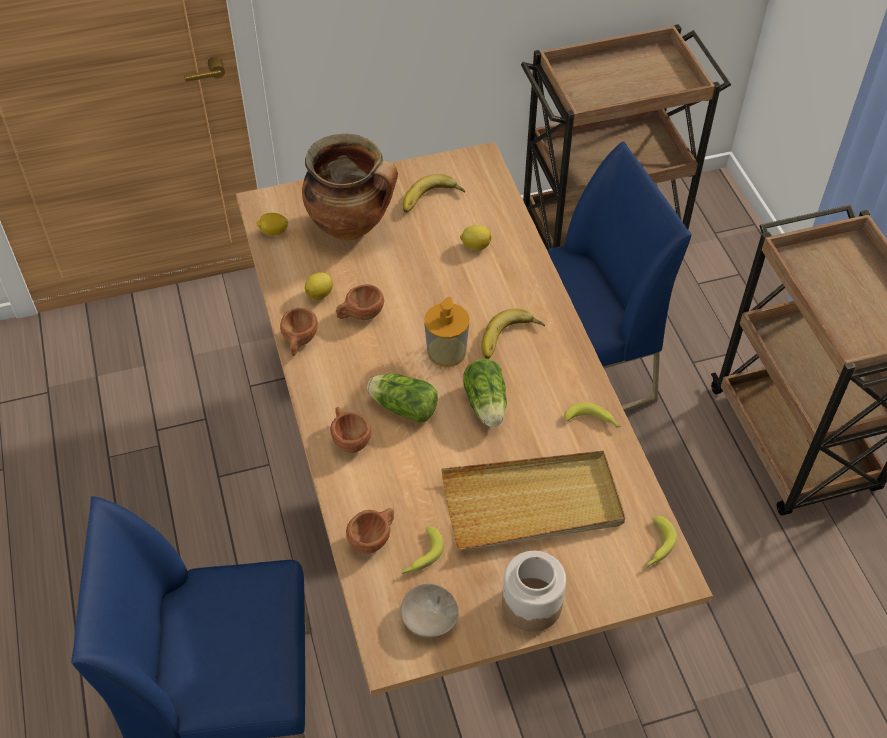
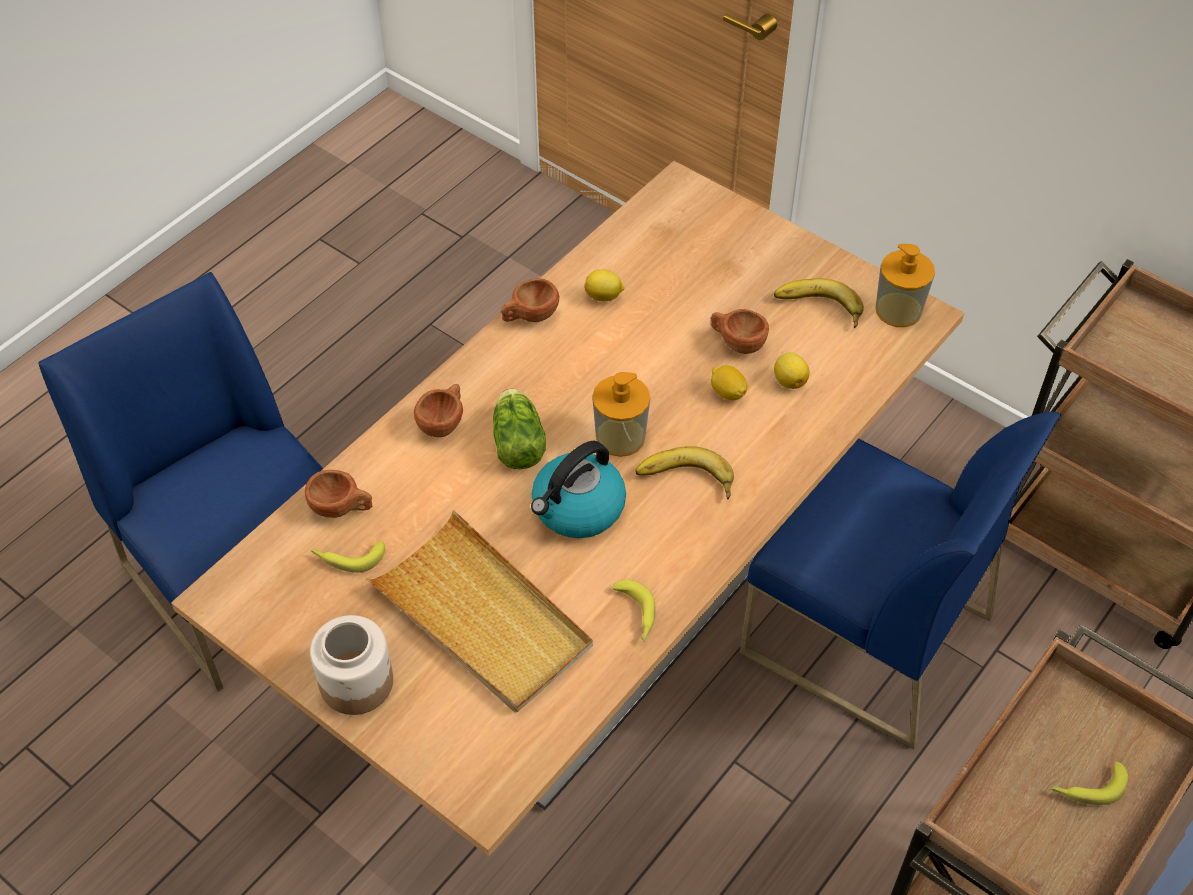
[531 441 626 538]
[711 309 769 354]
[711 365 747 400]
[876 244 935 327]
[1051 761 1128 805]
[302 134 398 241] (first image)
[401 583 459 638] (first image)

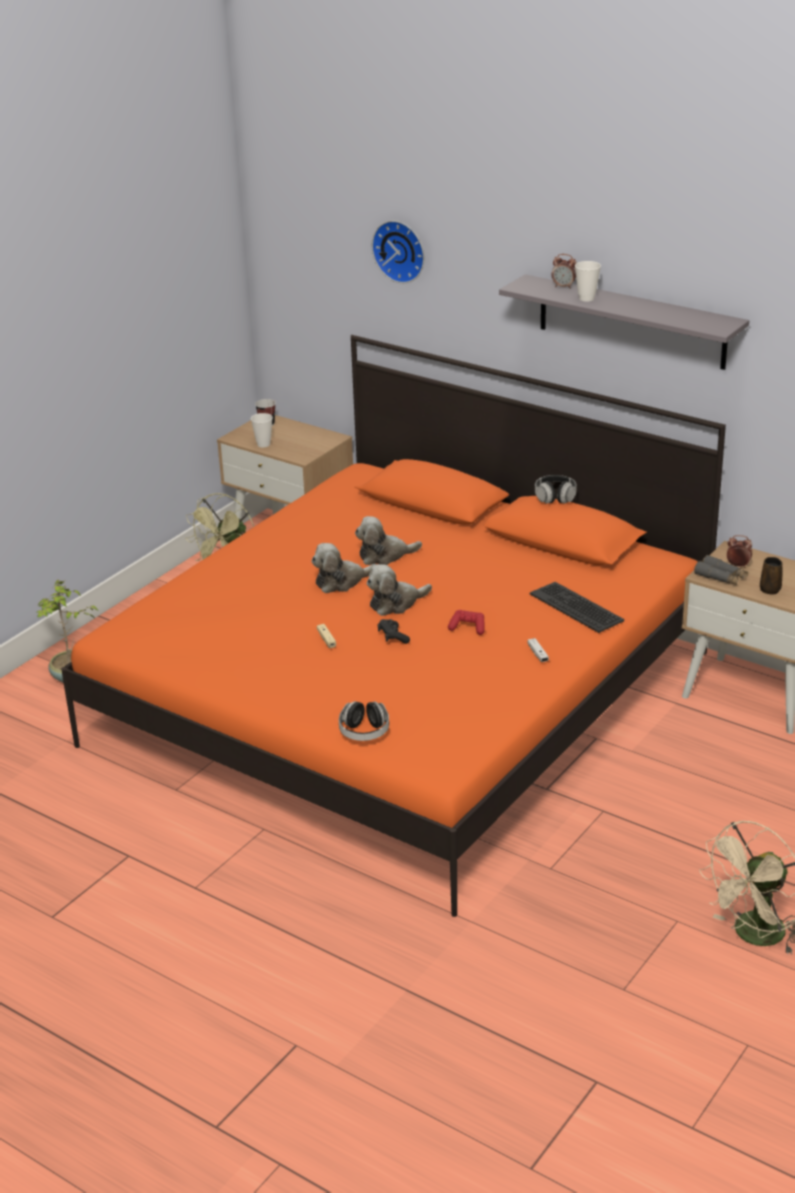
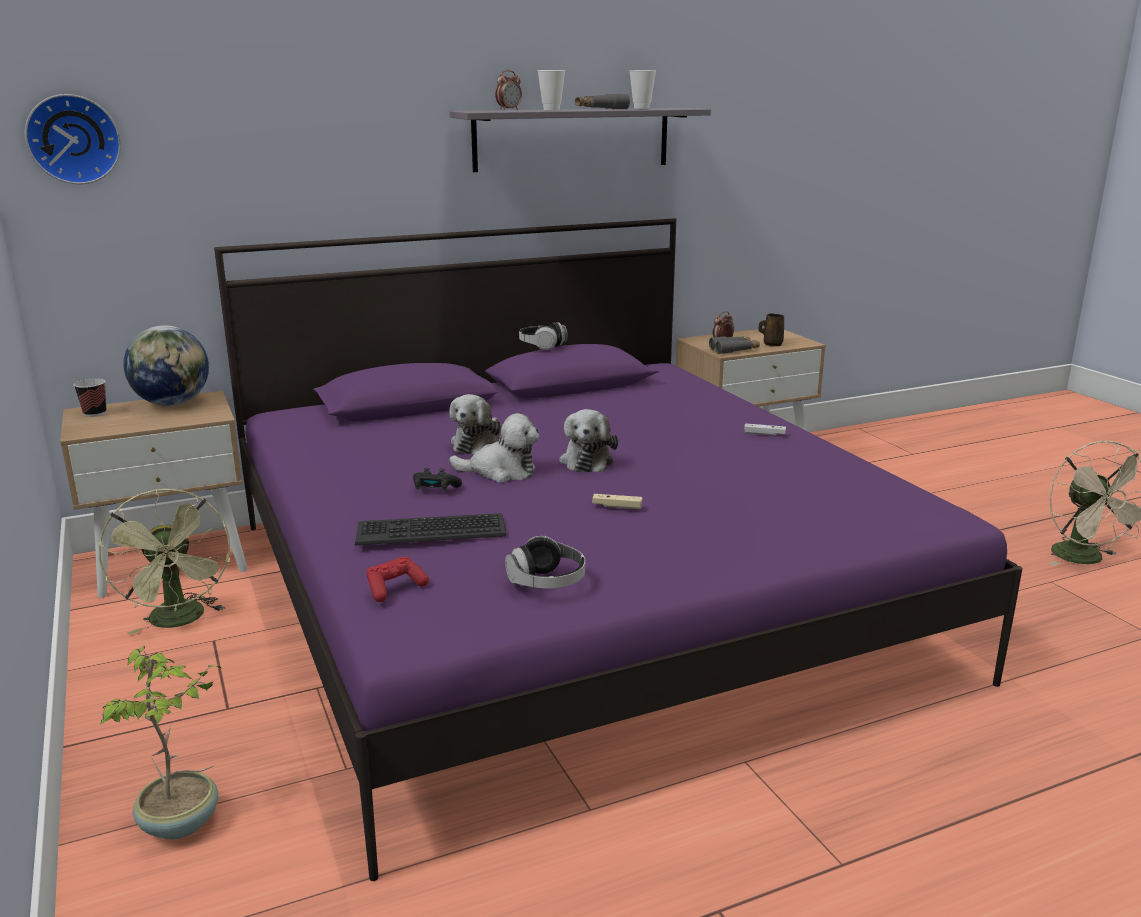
[25 94 121 184]
[123 325 209 406]
[214 218 1022 881]
[355 513 506 546]
[366 557 429 602]
[413 468 462 492]
[449 413 539 482]
[505 536 585 589]
[575 94 630 109]
[629 70 656 109]

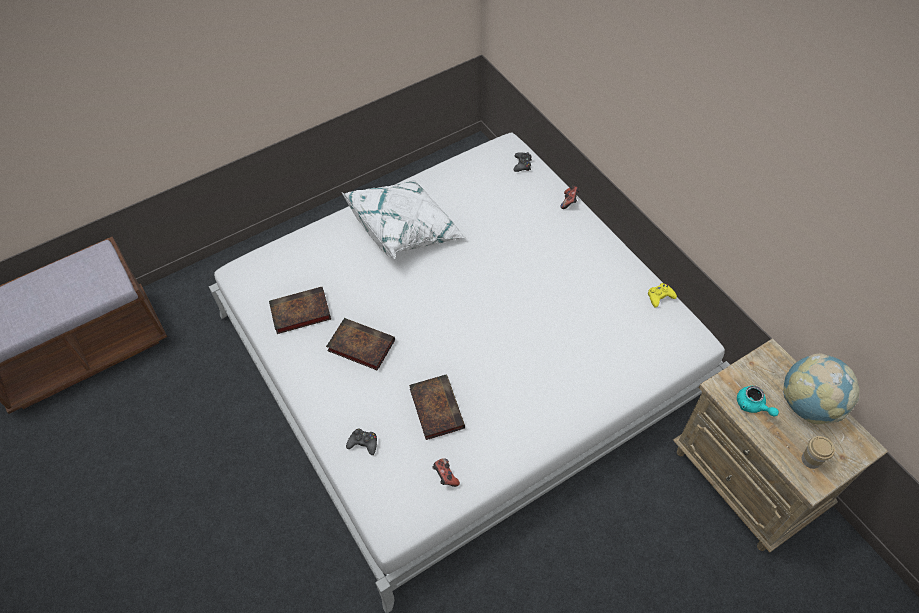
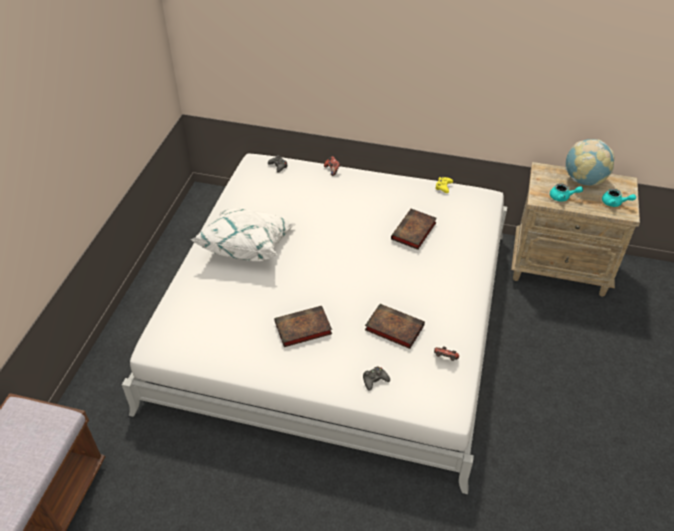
[391 209 437 250]
[602 189 636 207]

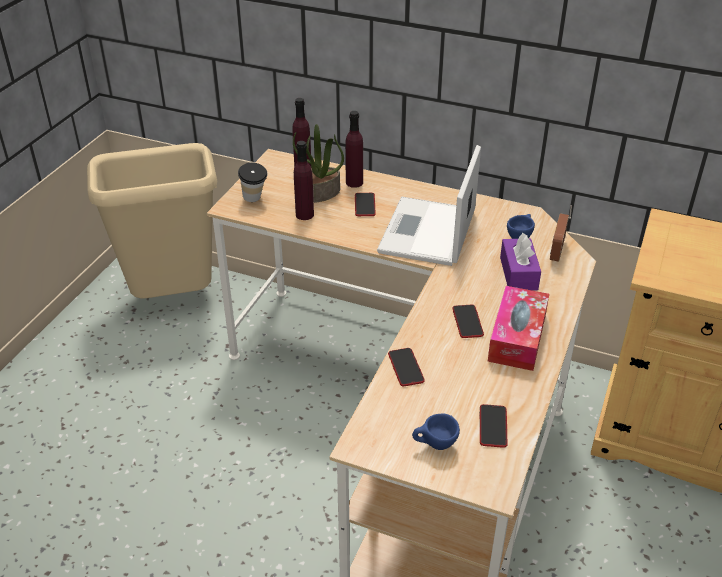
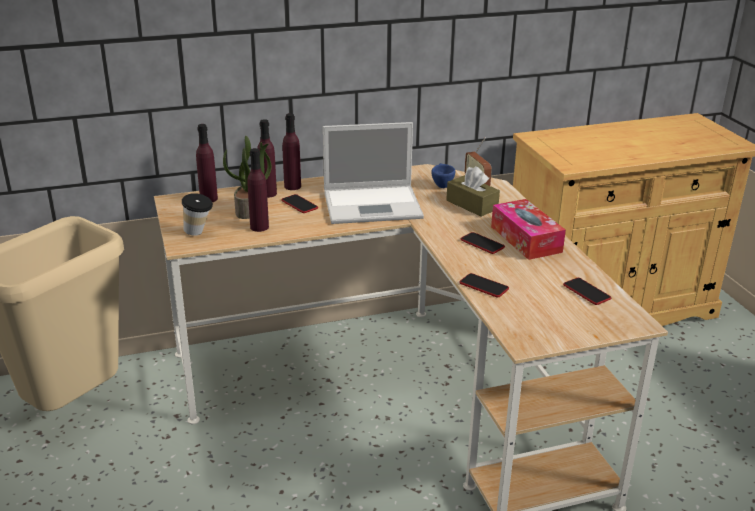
[283 113 301 190]
[323 122 424 224]
[446 166 500 216]
[412 413 460 450] (first image)

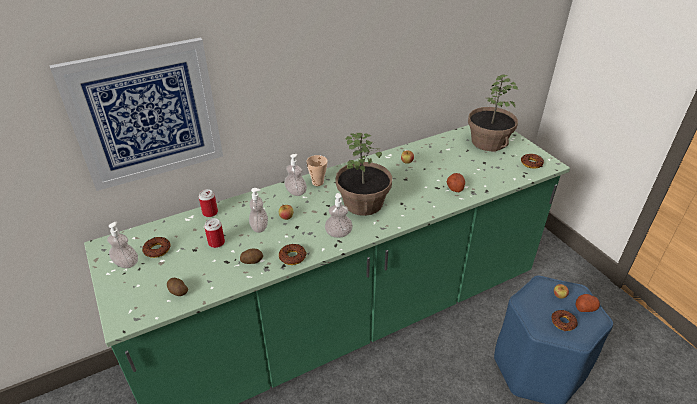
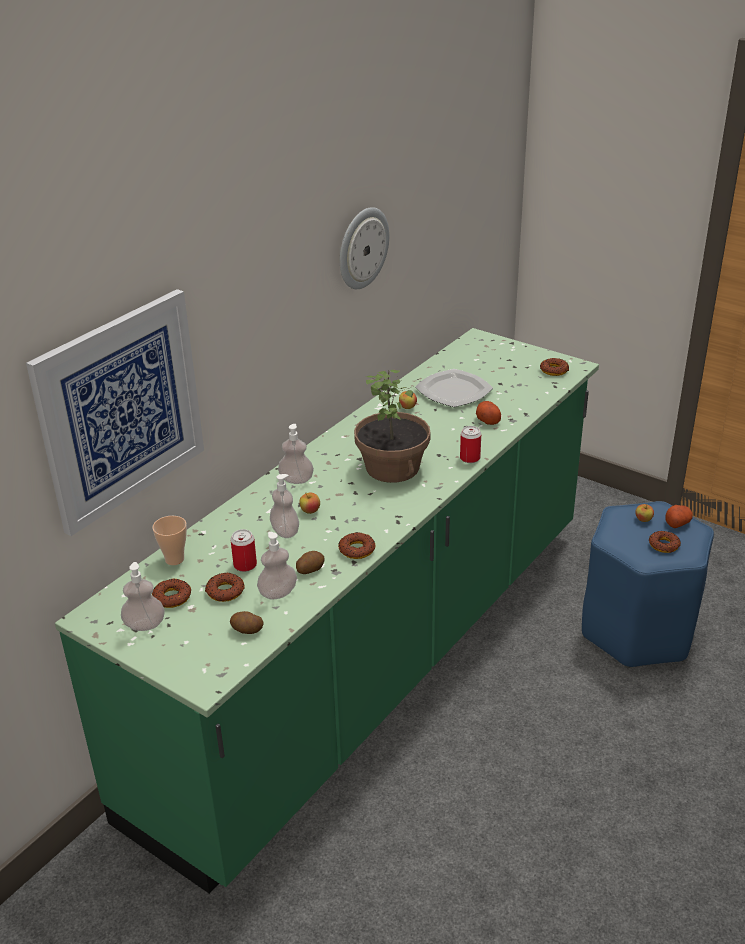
[152 516 187 565]
[205 573 244 602]
[257 532 297 600]
[340 207 389 289]
[415 369 493 407]
[460 426 481 463]
[468 74 518 151] (first image)

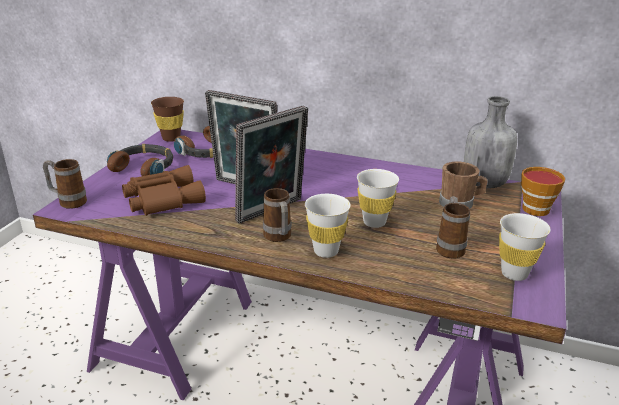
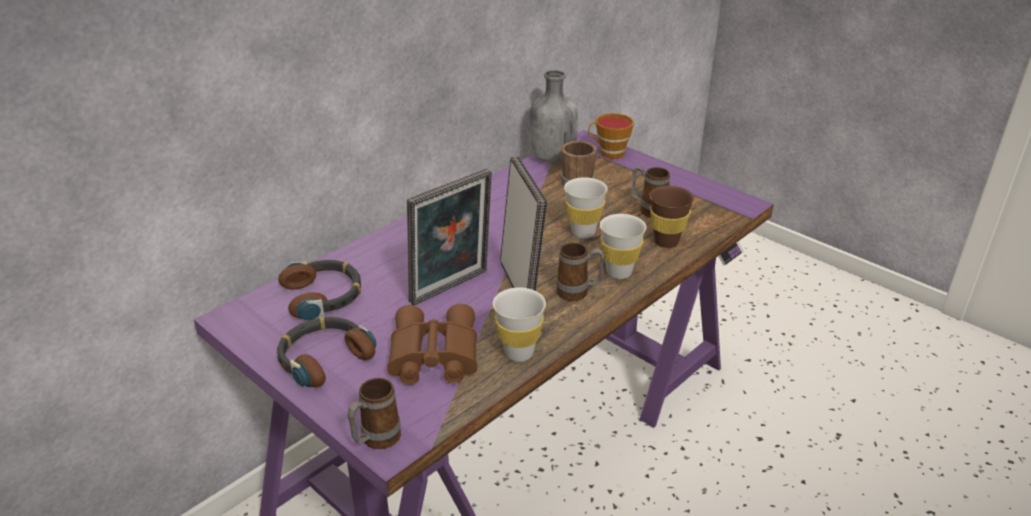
[493 288 546 362]
[650 186 694 248]

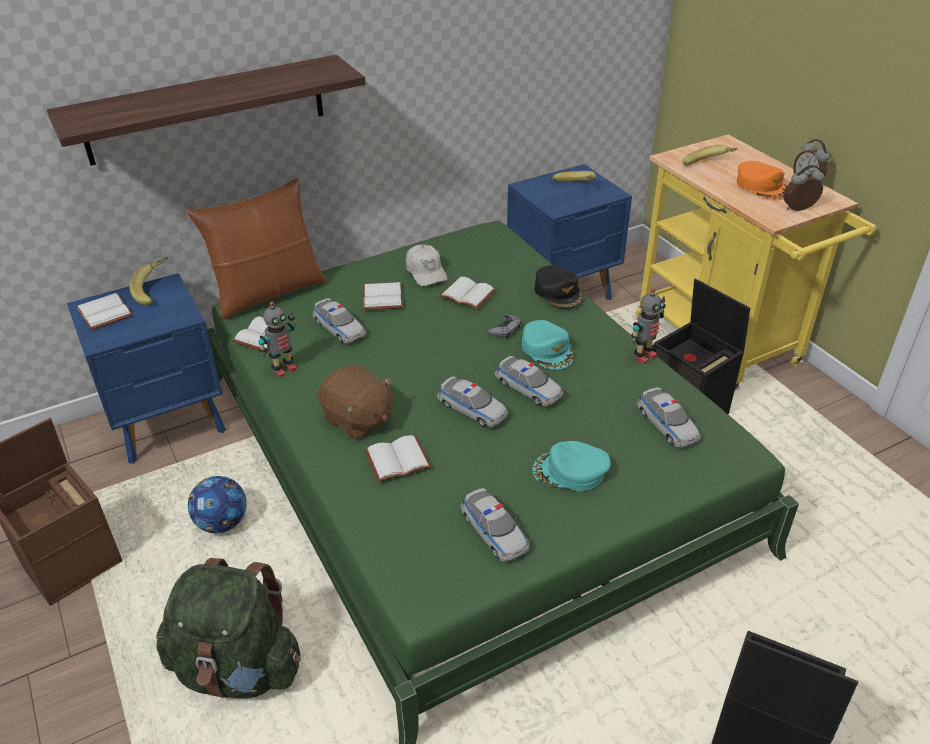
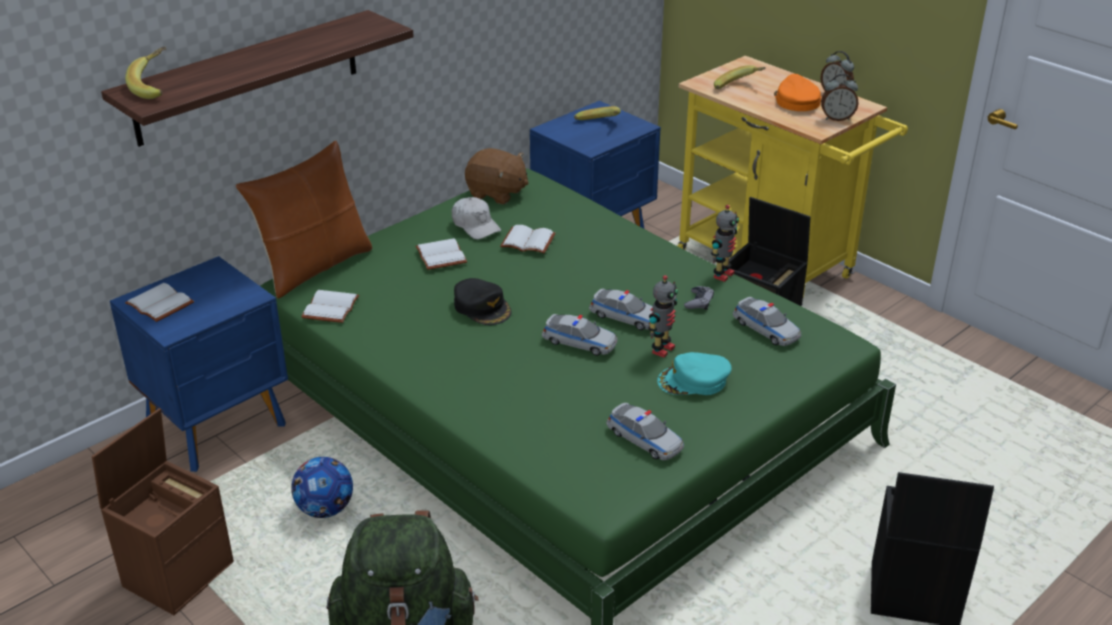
[125 46 166 99]
[454 278 512 325]
[465 148 529 205]
[648 275 678 358]
[684 286 714 310]
[774 74 821 111]
[821 74 858 121]
[312 298 366 343] (first image)
[364 435 431 482] (first image)
[522 320 575 370] (first image)

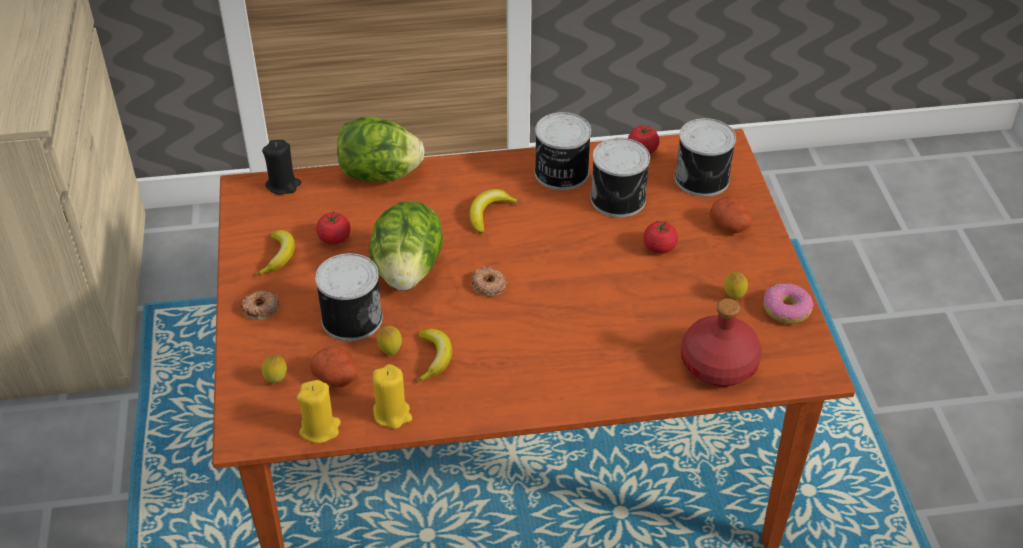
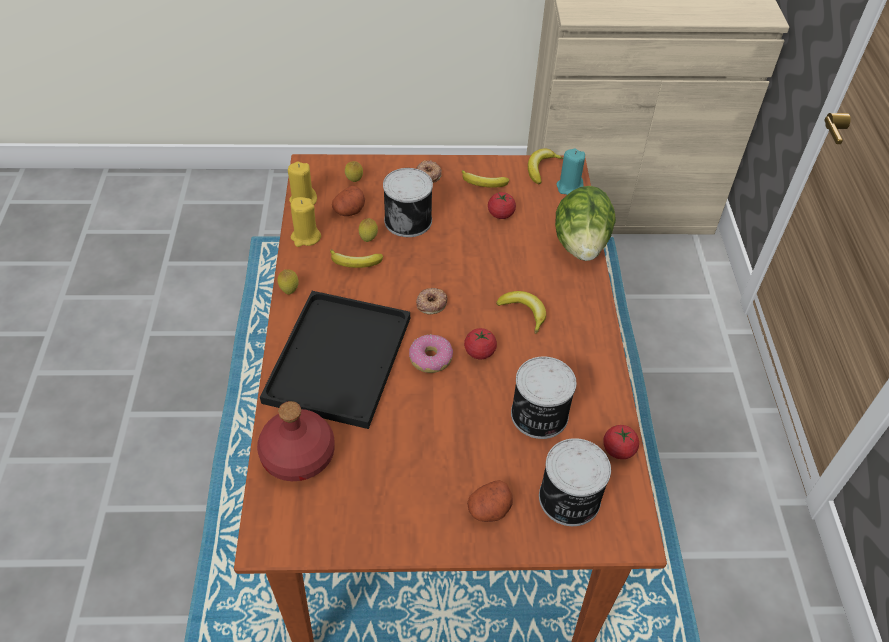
[260 291 410 429]
[277 269 299 295]
[409 335 453 373]
[464 328 497 359]
[528 148 564 185]
[556 148 585 195]
[369 201 443 291] (first image)
[535 112 591 190] (first image)

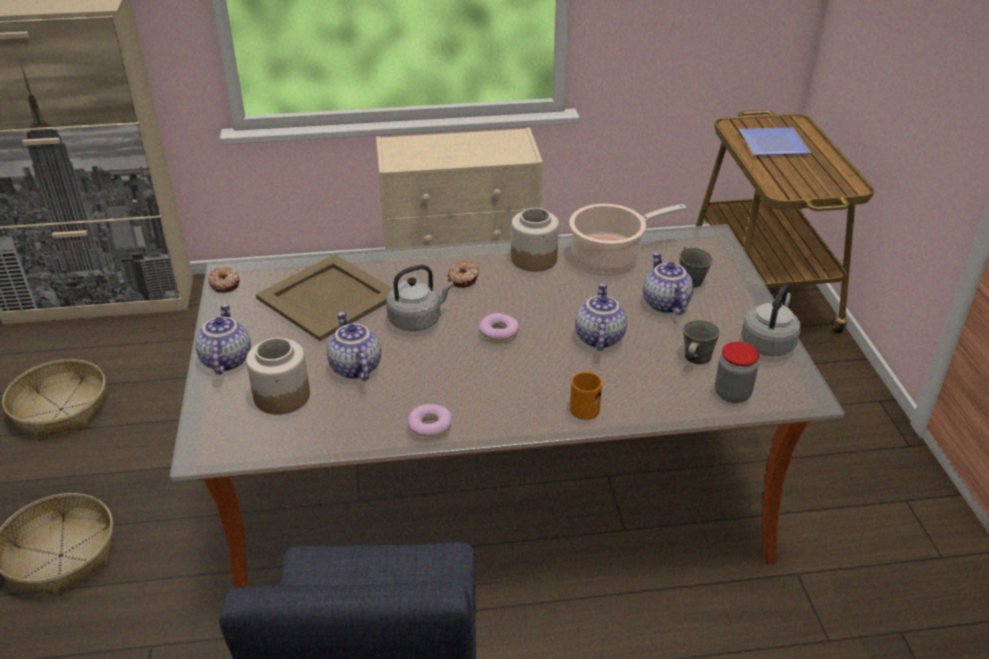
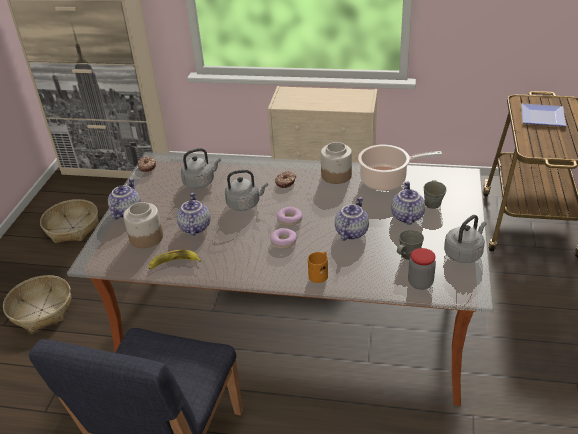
[149 250 201 269]
[181 148 221 189]
[270 228 297 249]

